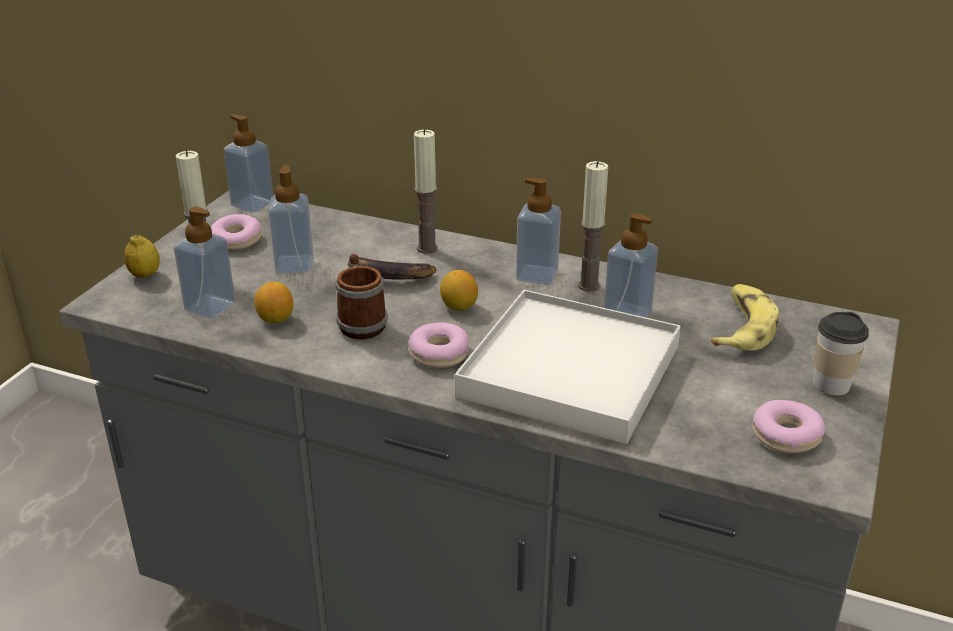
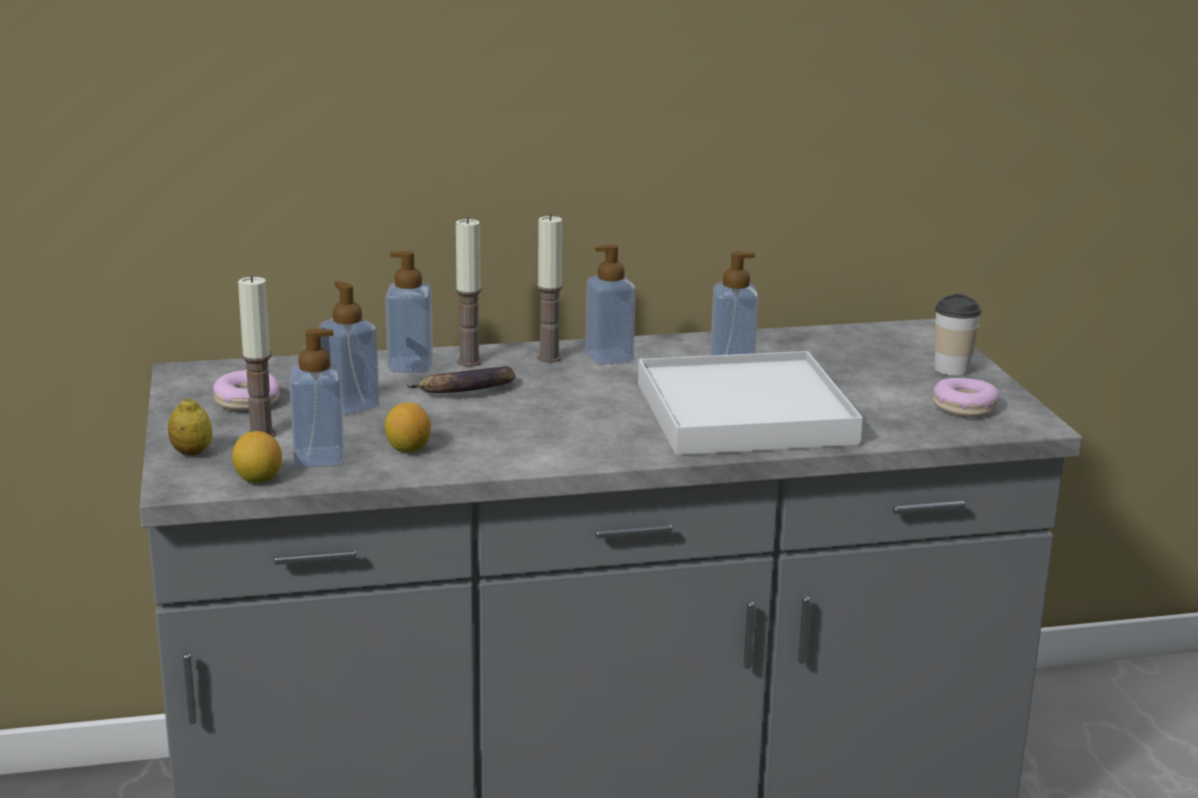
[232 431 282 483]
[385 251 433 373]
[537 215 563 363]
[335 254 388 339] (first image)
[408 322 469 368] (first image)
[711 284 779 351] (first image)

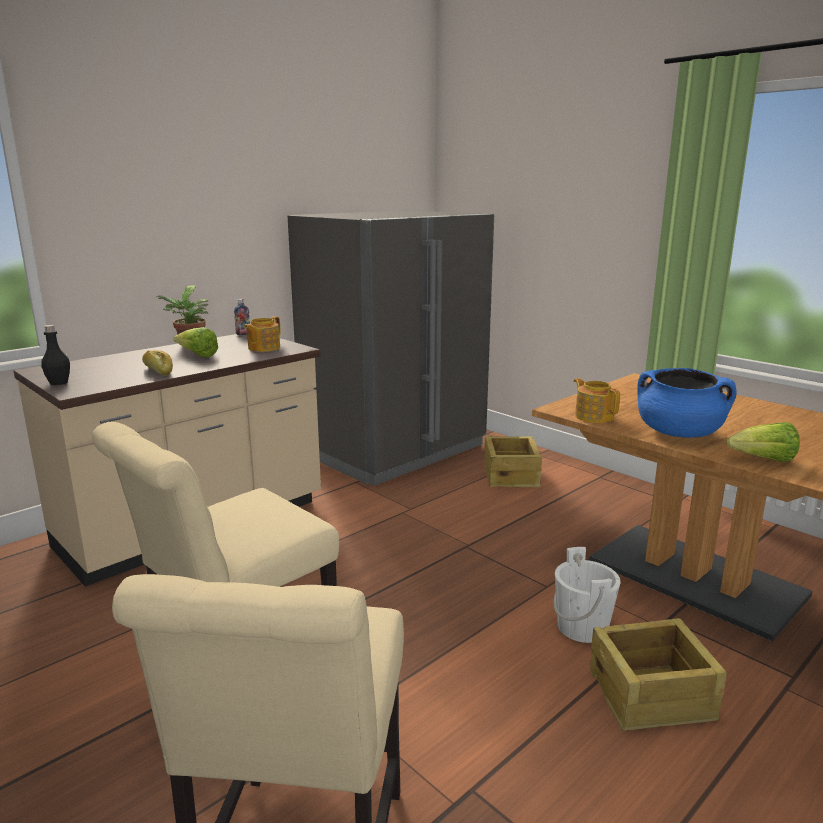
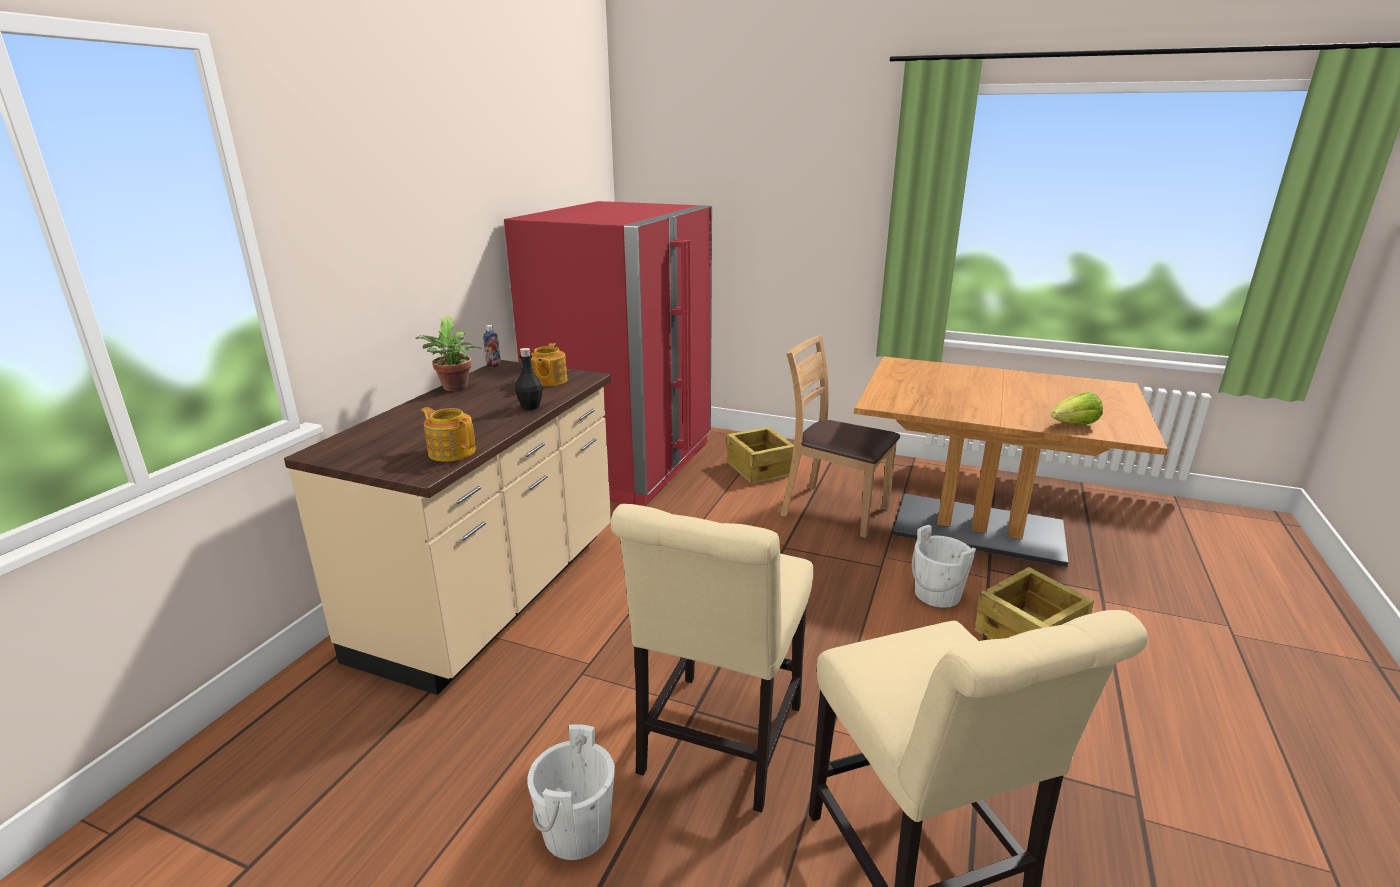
[421 407 476 462]
[504 201 712 506]
[515 348 542 410]
[527 724 615 860]
[781 335 900 538]
[142 350 173 375] (first image)
[173 327 218 357] (first image)
[637 368 737 438] (first image)

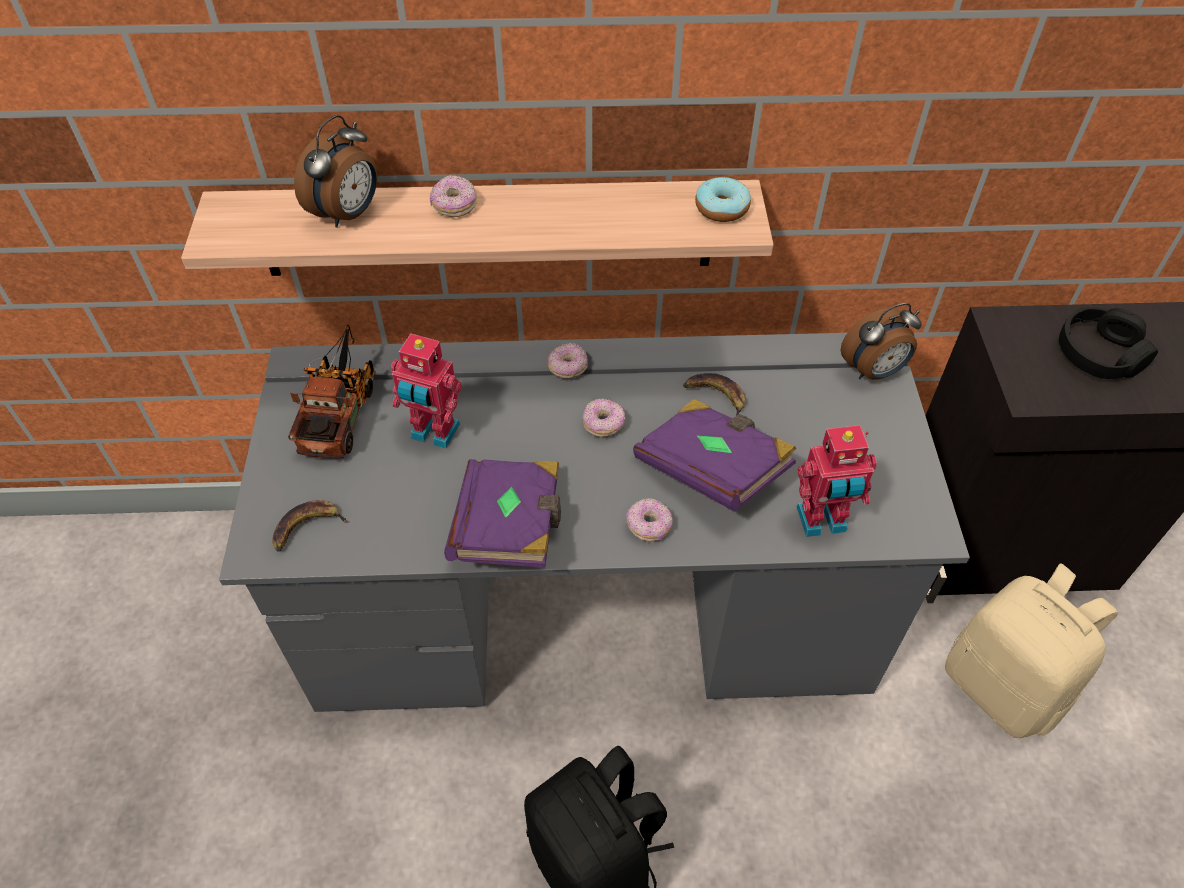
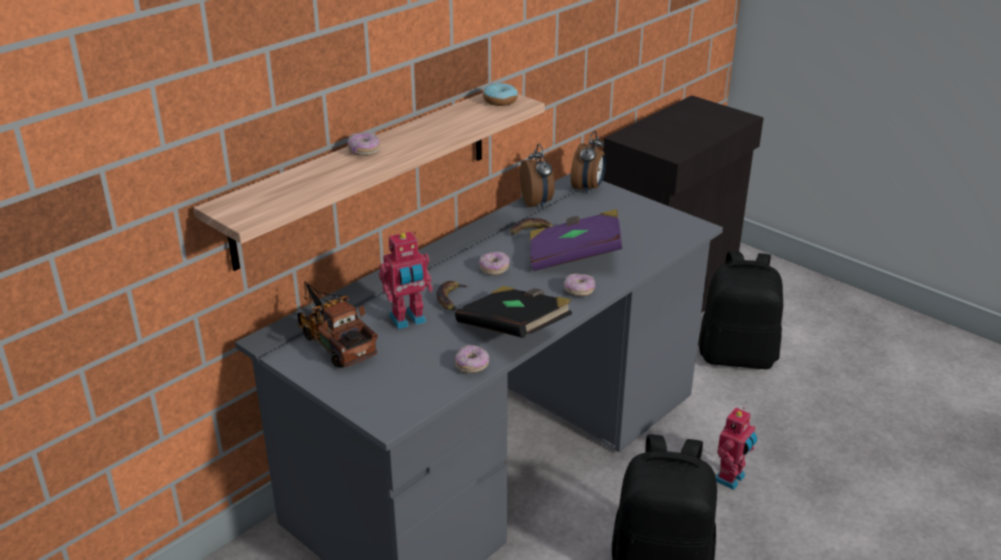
[437 281 468 311]
[455 286 572 338]
[455 345 489 373]
[520 144 555 209]
[698 251 783 369]
[715 407 757 490]
[1059 307 1158 379] (first image)

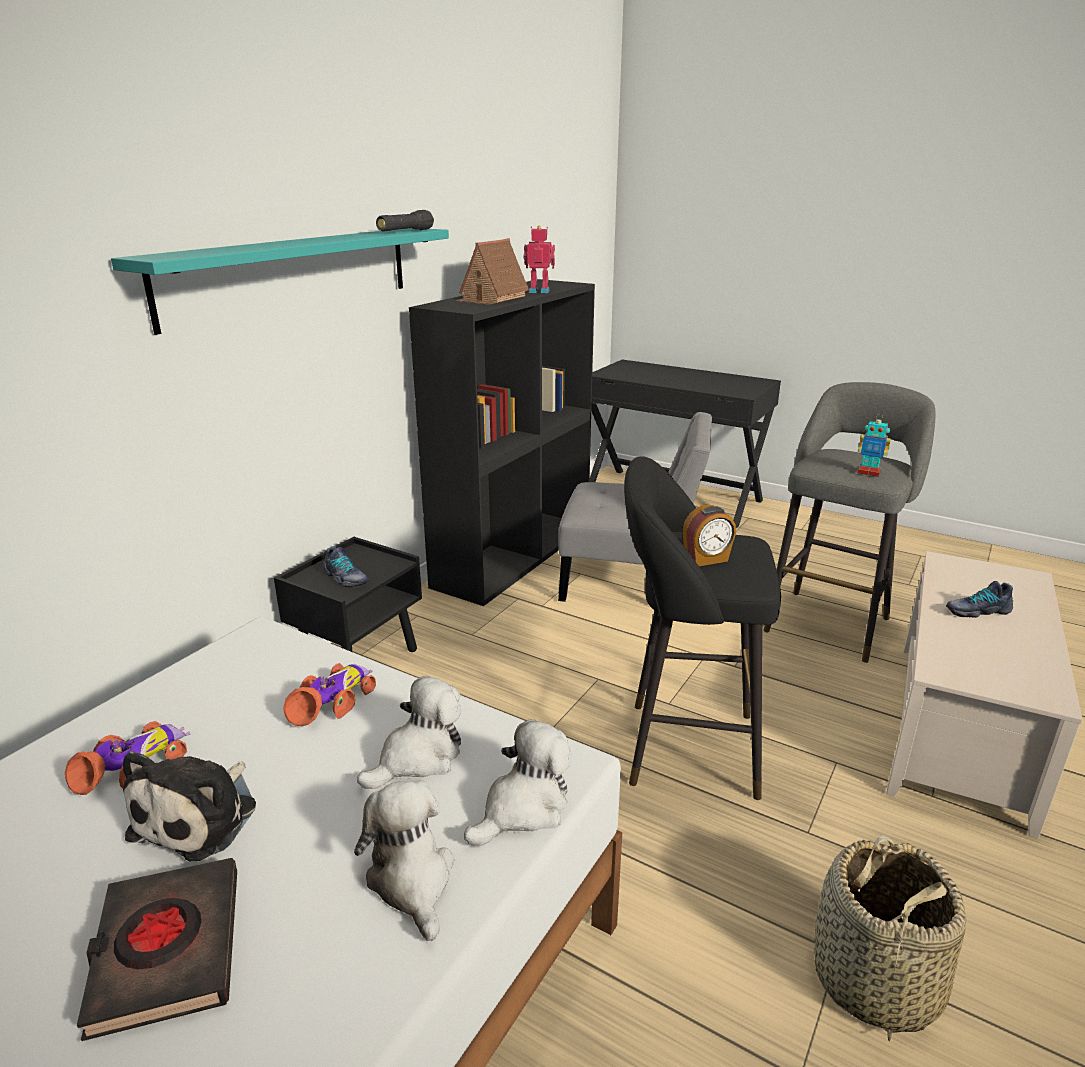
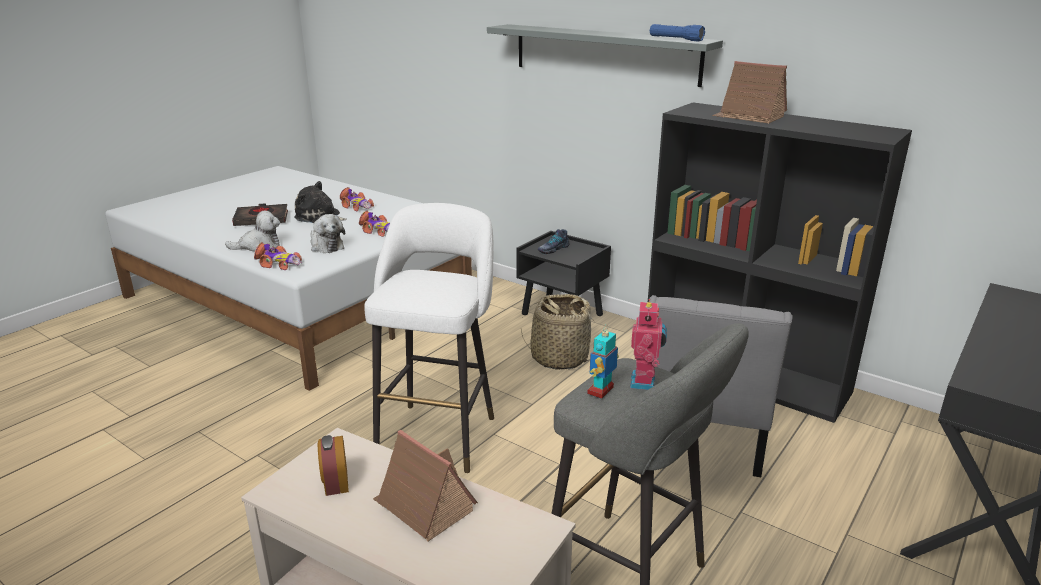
[254 242 302 270]
[318 435 349 496]
[364 203 494 473]
[373 430 478 541]
[487 24 723 87]
[521 294 594 370]
[630 299 667 390]
[650 24 705 42]

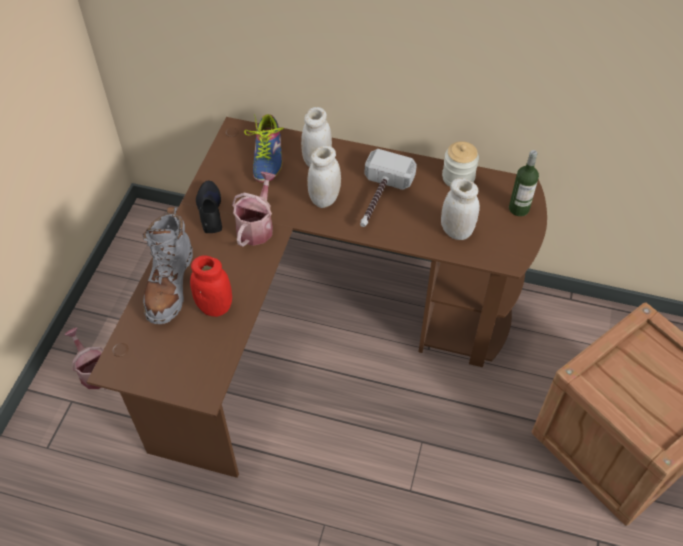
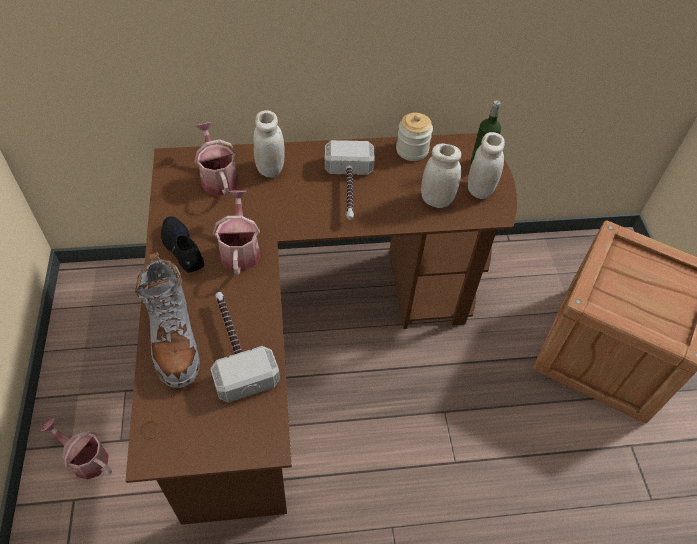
[195 122 238 196]
[210 292 280 403]
[468 132 505 199]

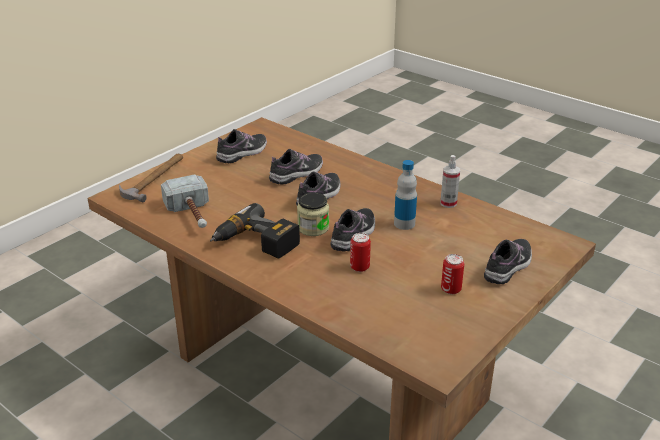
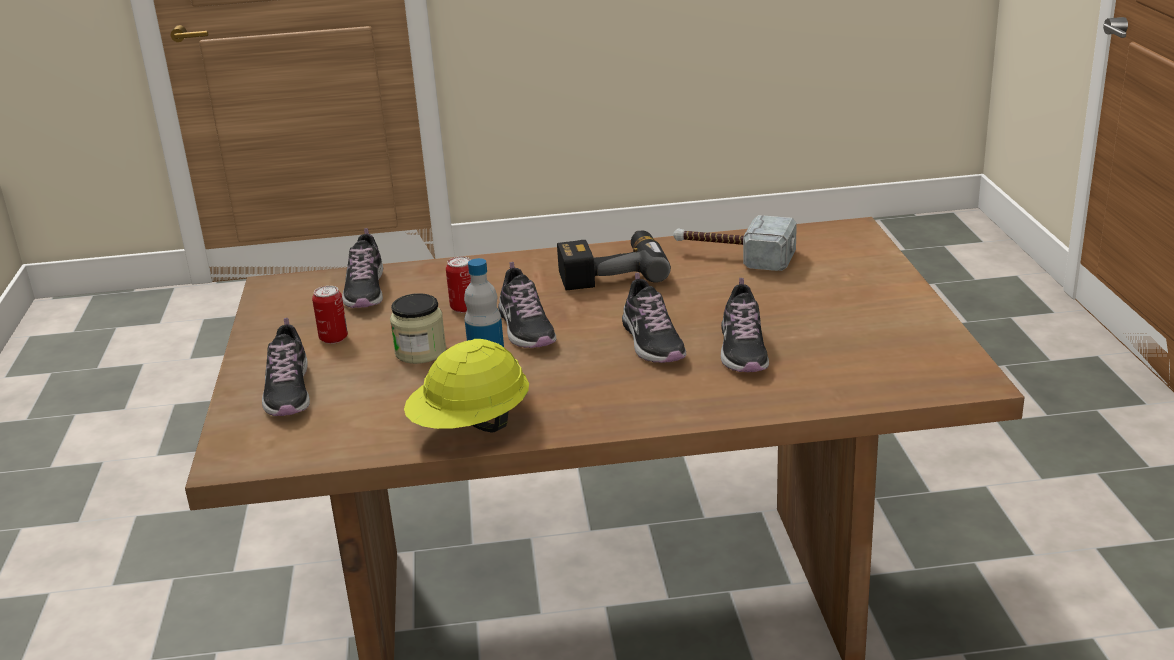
[342 228 383 308]
[390 293 446 364]
[404 339 529 433]
[119 154 183 202] (first image)

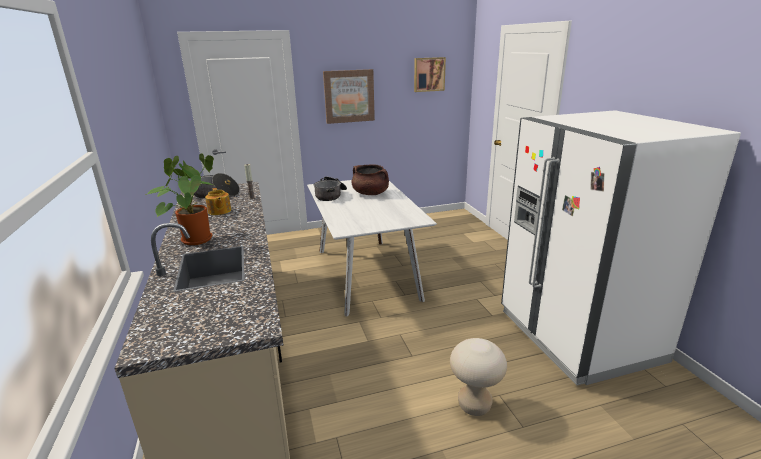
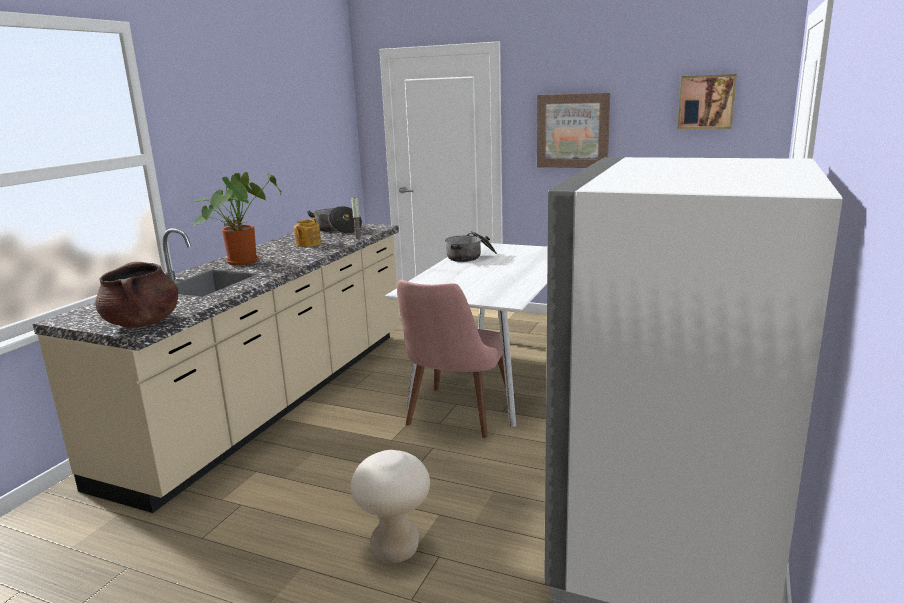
[95 262 178 328]
[397 279 510 438]

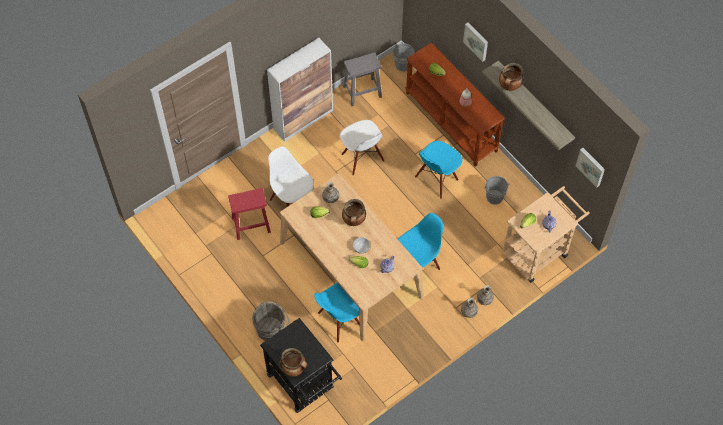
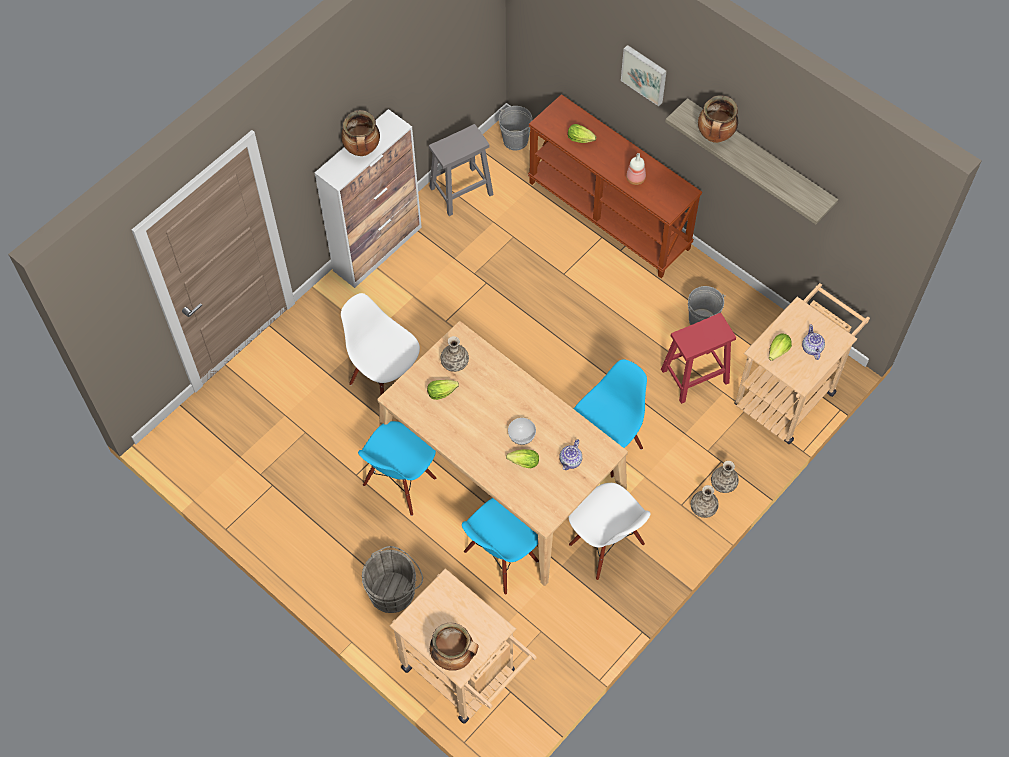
[341 110 380 156]
[358 421 437 516]
[389 568 537 723]
[569 483 651 580]
[661 313 736 404]
[575 148 605 187] (first image)

